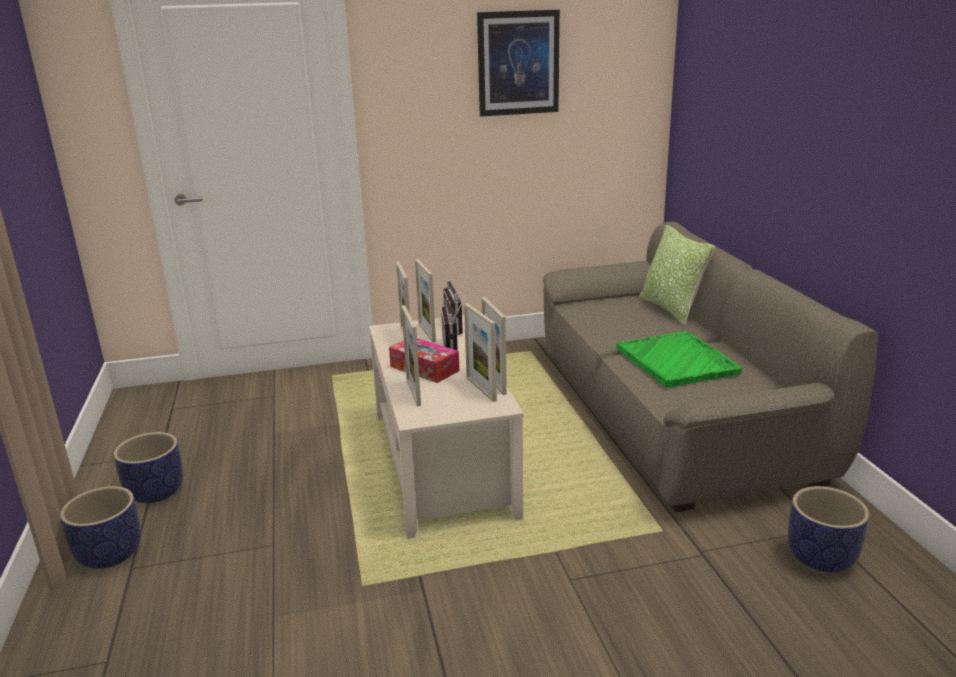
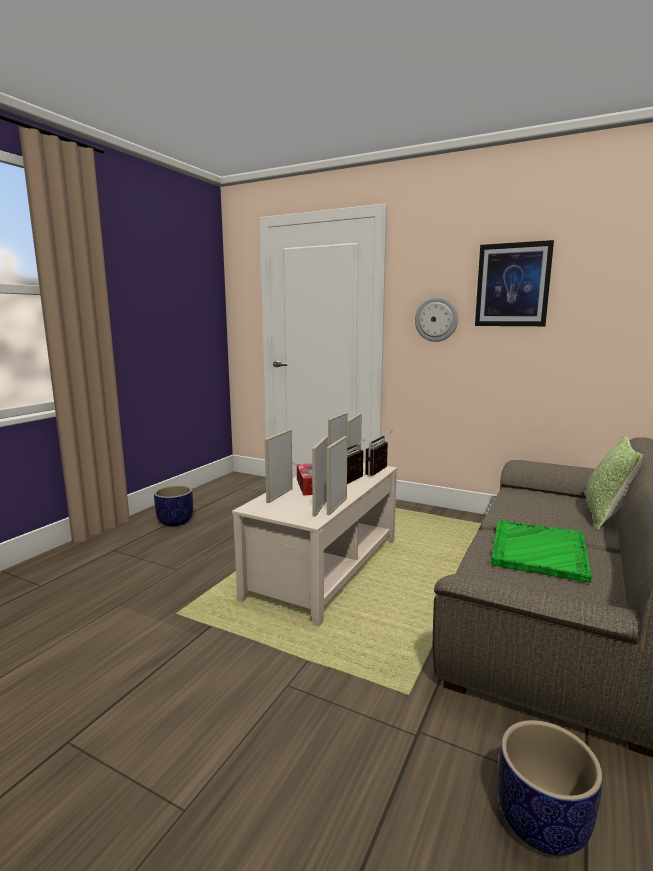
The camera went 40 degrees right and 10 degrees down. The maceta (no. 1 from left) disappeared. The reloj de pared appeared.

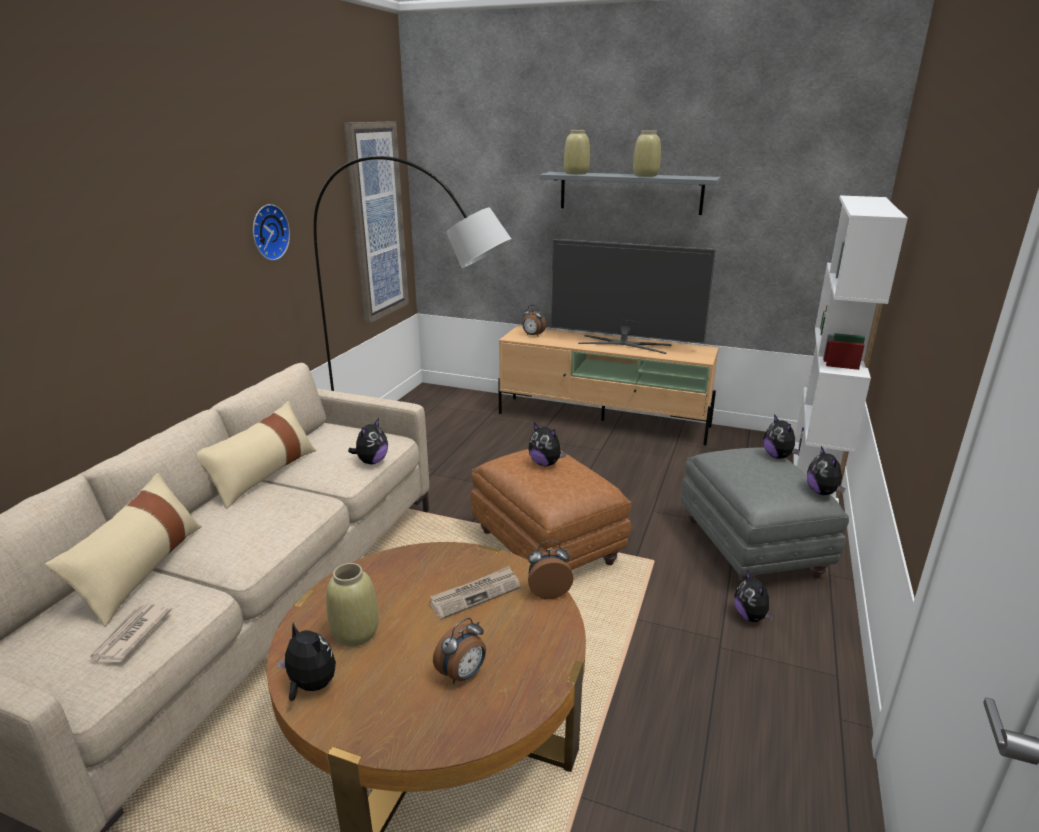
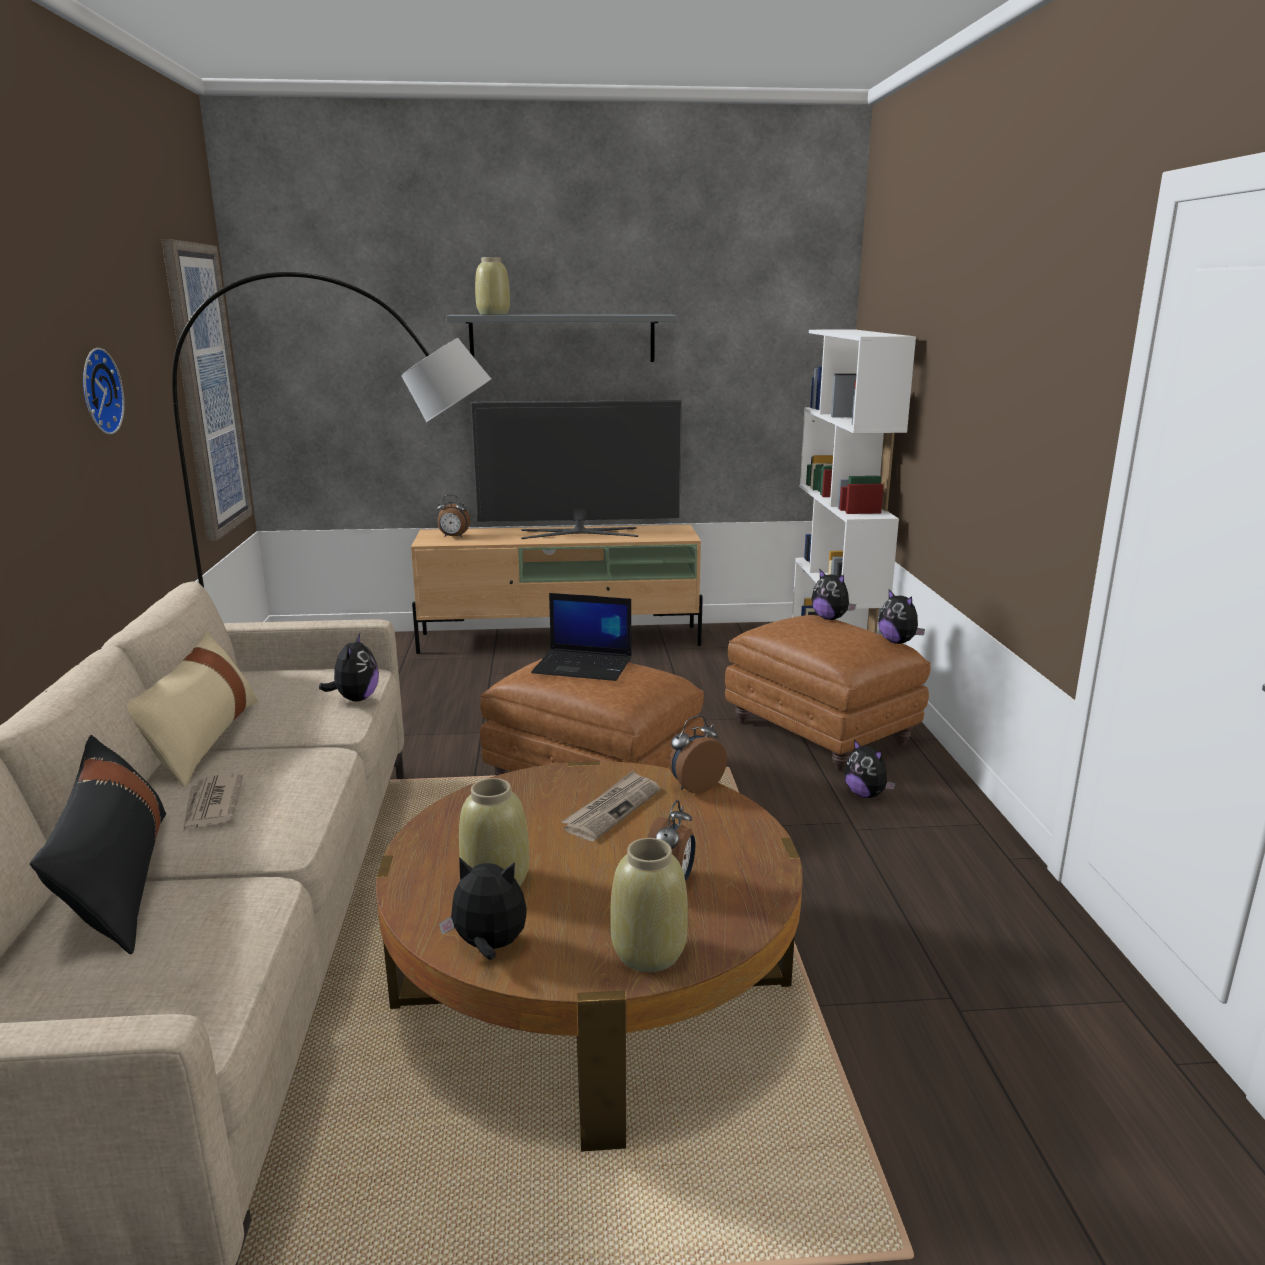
The camera went 25 degrees left and 5 degrees down. The periódico (no. 1 from left) moved. The florero [beis] (no. 3 from left) moved. The peluche (no. 3 from left) was replaced by the portátil. The cojín [beis] (no. 1 from left) became the cojín [negro]. The puf [gris] became the puf [marrón] (no. 2 from left).

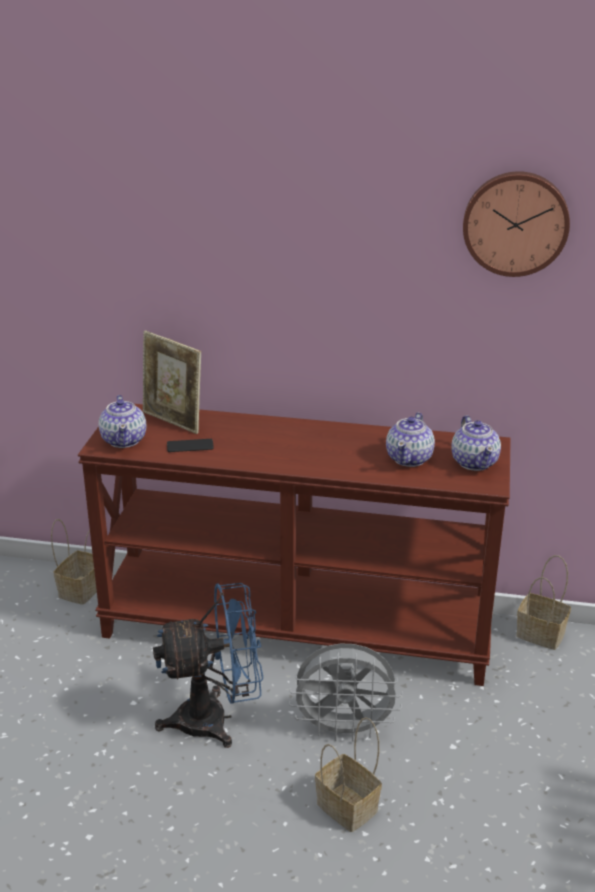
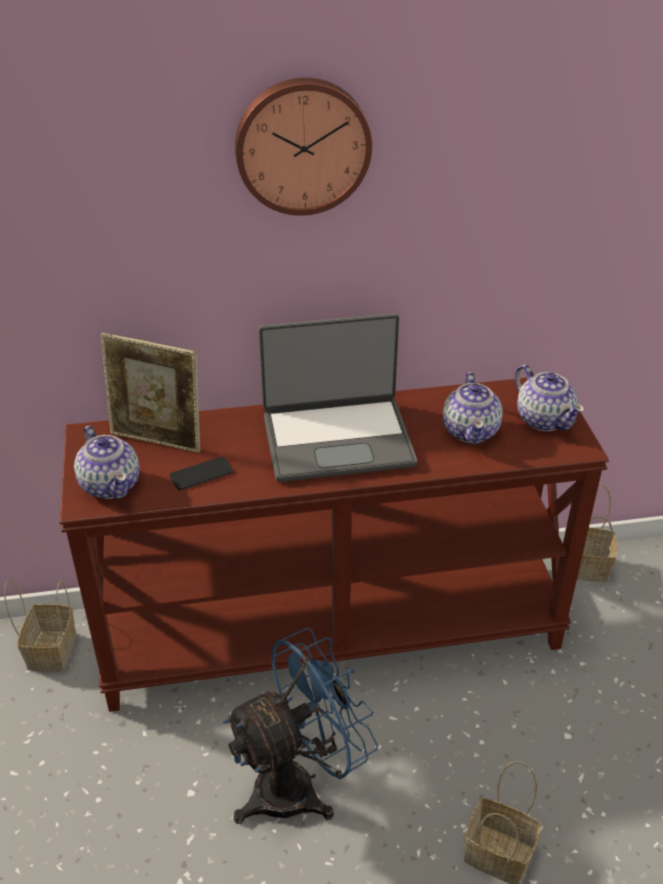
The camera went 20 degrees left and 10 degrees up. The ventilador [gris] disappeared. The portátil appeared. The reloj de pared moved.

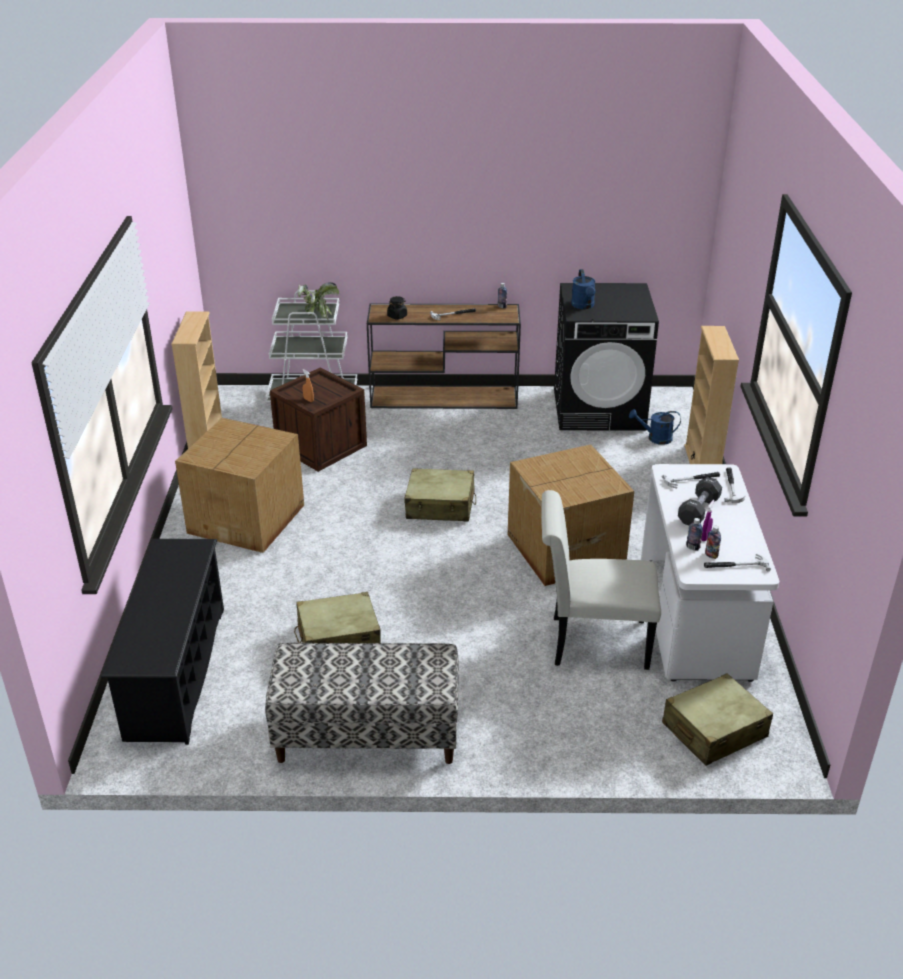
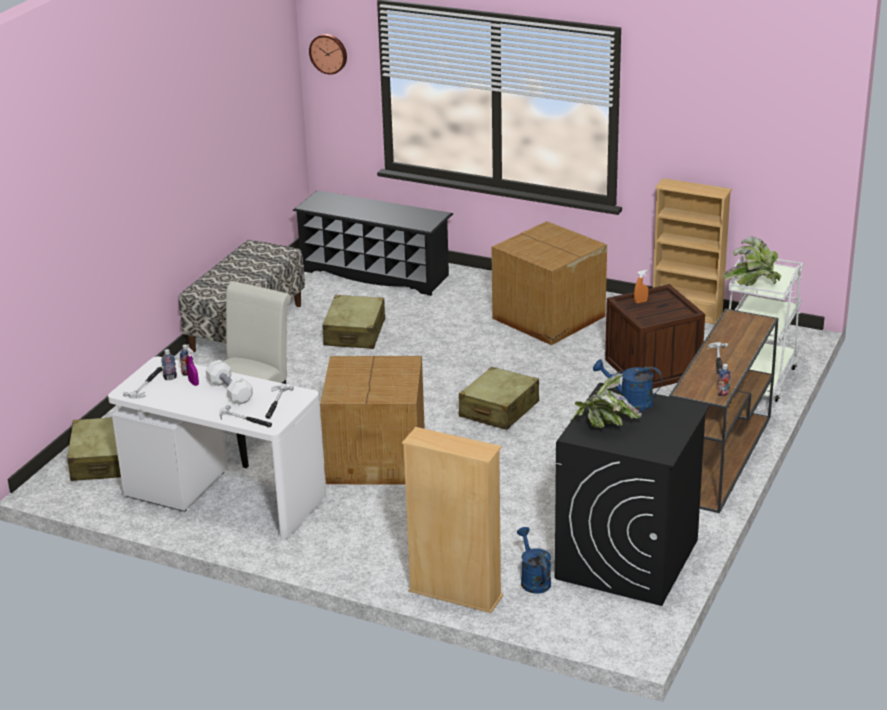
The camera went 115 degrees right and 5 degrees down. The tarro [negro] disappeared. The reloj de pared appeared. The planta en maceta (no. 1 from left) appeared. The mancuerna [negro] became the mancuerna [blanco]. The regadera [azul] (no. 2 from left in the first image) turned 45 degrees counterclockwise.

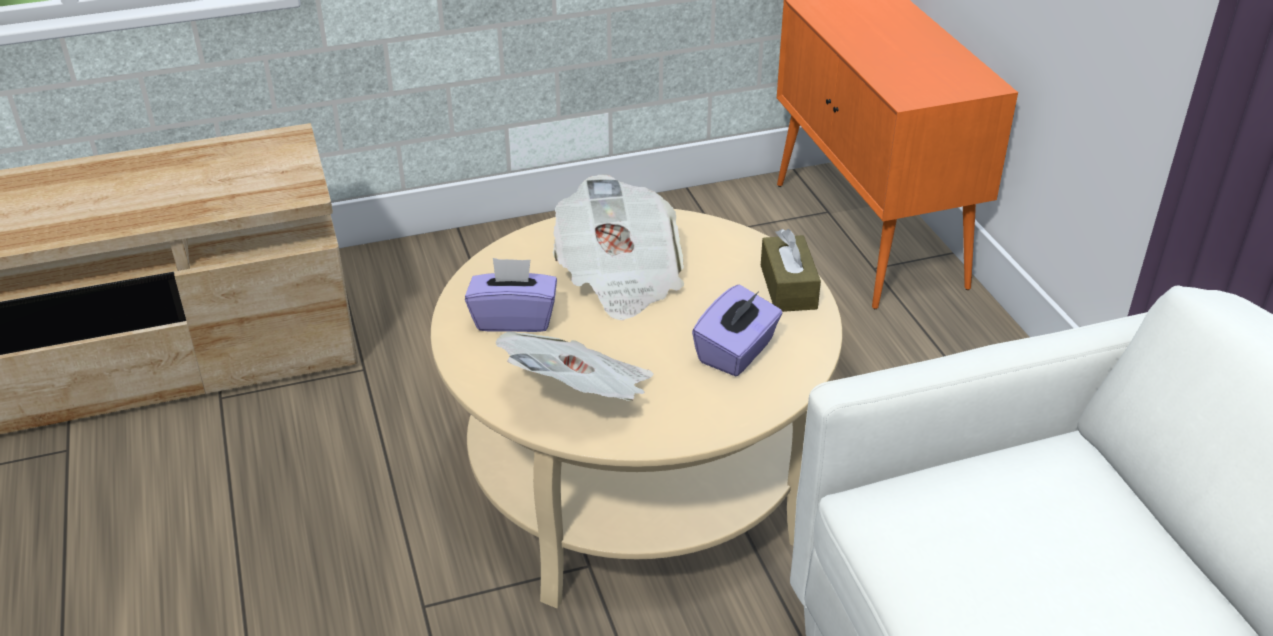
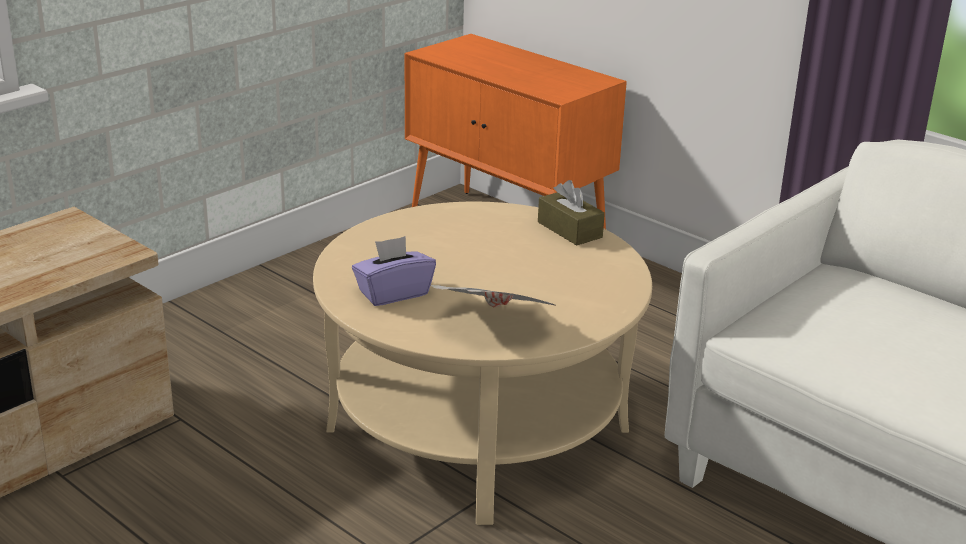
The camera went 30 degrees left and 10 degrees down. The periódico (no. 2 from left) disappeared. The caja de pañuelos [morado] (no. 2 from left) disappeared.

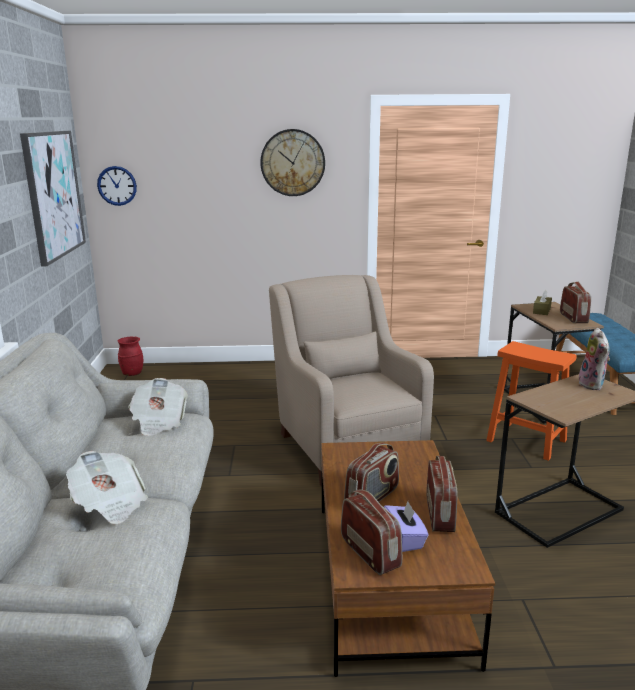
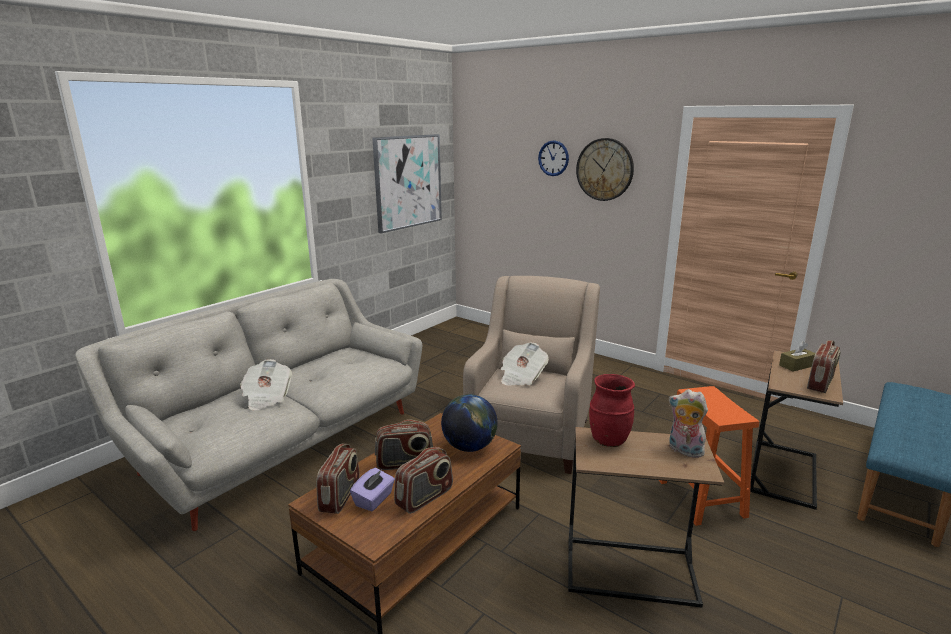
The camera went 40 degrees right and 0 degrees up. The globo terráqueo appeared. The reloj de pared (no. 1 from left) moved. The florero [rojo] moved. The periódico (no. 2 from left) moved. The peluche turned 90 degrees clockwise.

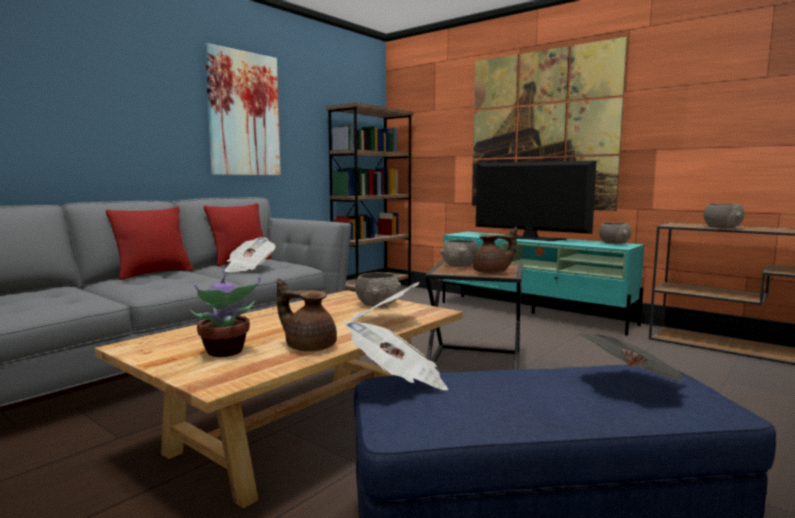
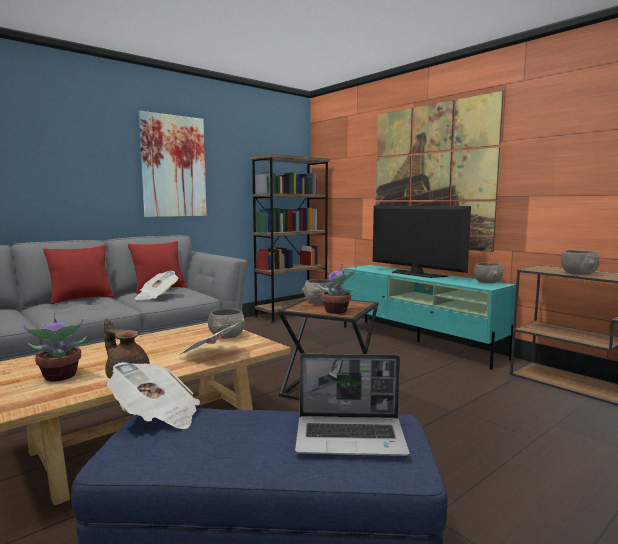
The camera went 10 degrees right and 0 degrees up. The tetera [marrón] (no. 2 from left) was replaced by the planta en maceta (no. 2 from left). The periódico (no. 4 from left) was replaced by the portátil.

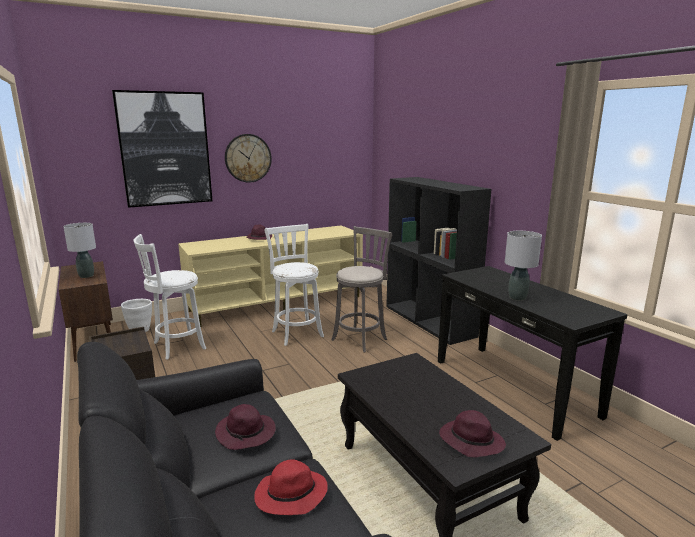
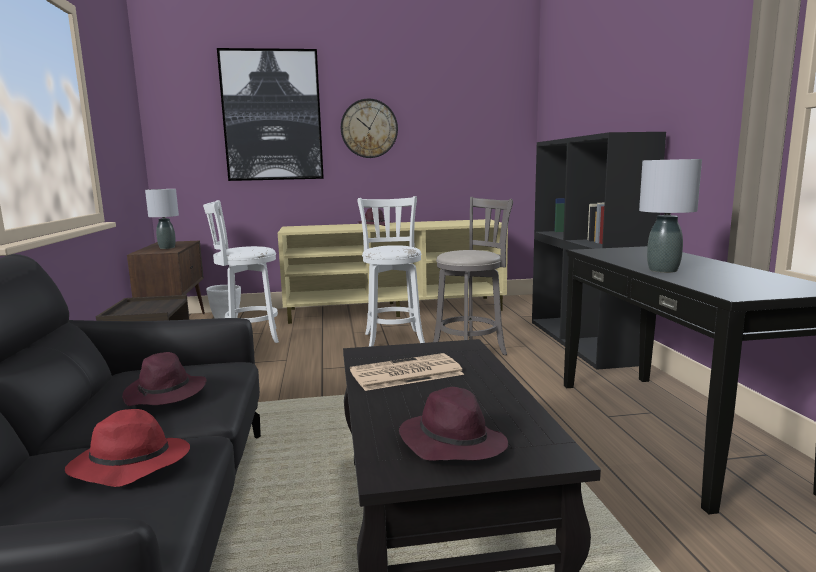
The camera went 20 degrees right and 5 degrees down. The periódico appeared.

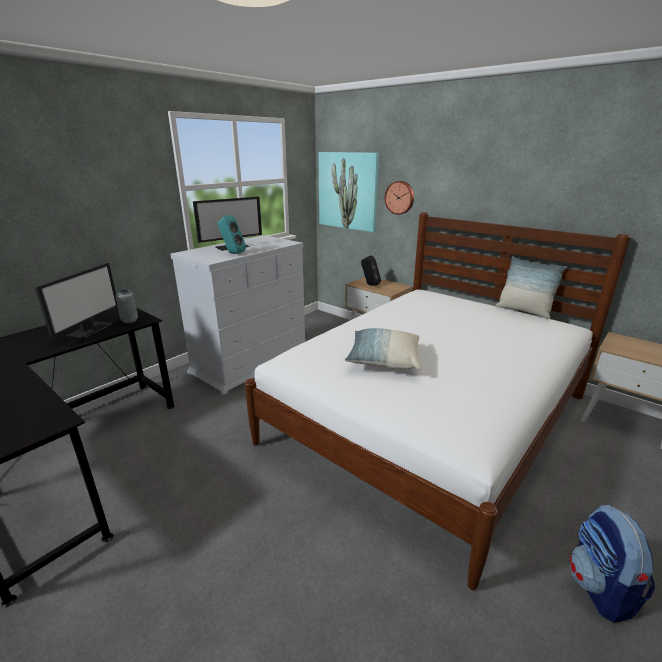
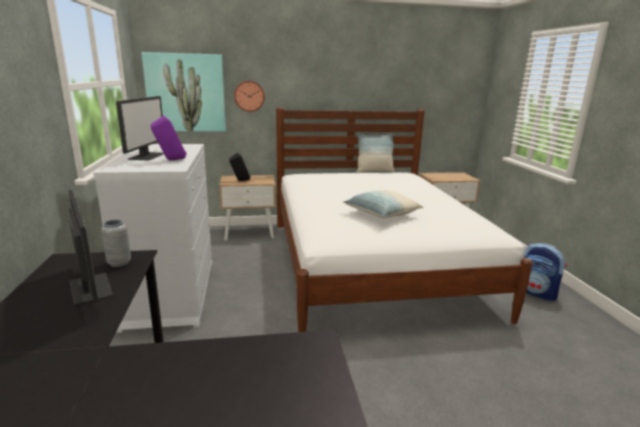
The camera went 50 degrees left and 5 degrees down. The altavoz [turquesa] became the altavoz [morado].

